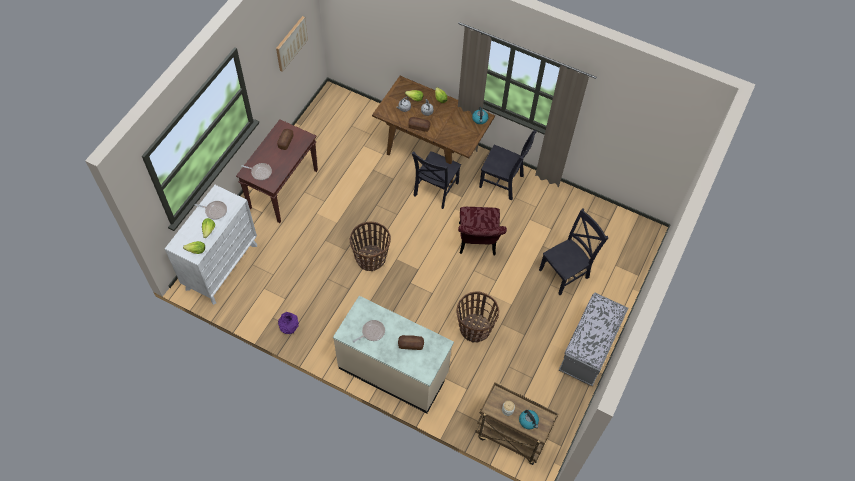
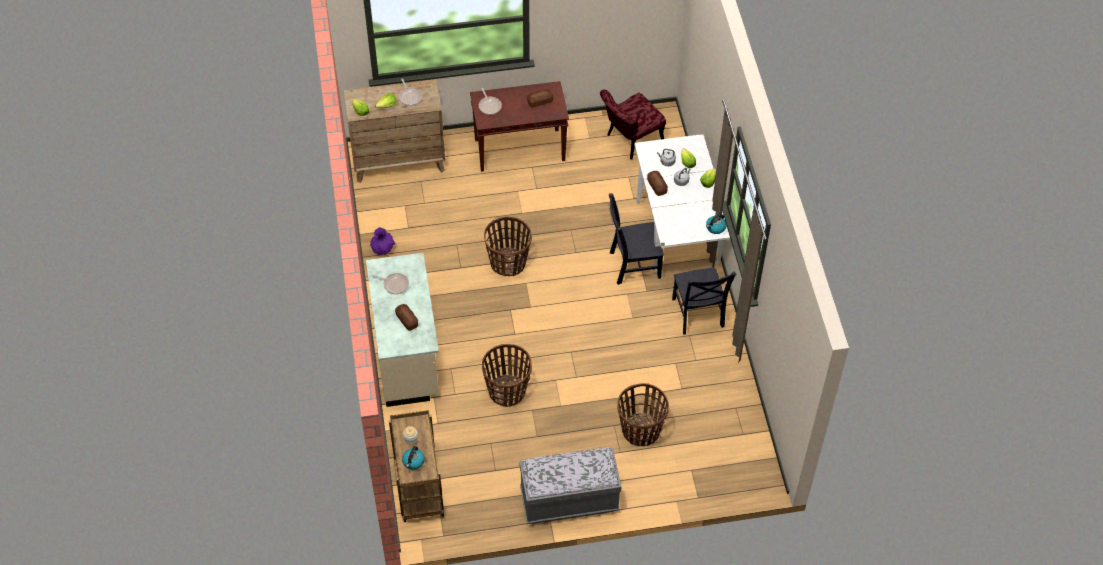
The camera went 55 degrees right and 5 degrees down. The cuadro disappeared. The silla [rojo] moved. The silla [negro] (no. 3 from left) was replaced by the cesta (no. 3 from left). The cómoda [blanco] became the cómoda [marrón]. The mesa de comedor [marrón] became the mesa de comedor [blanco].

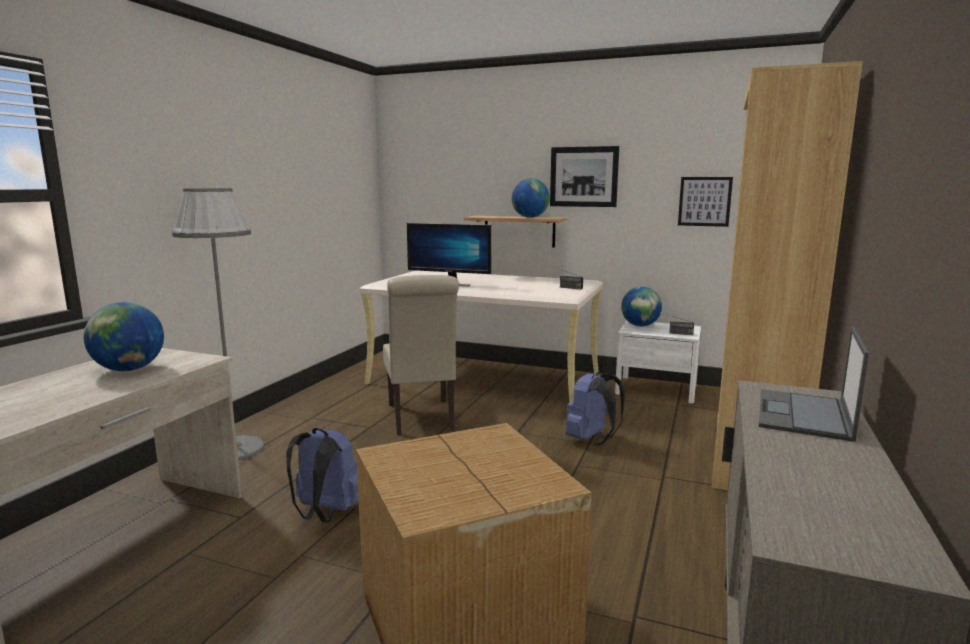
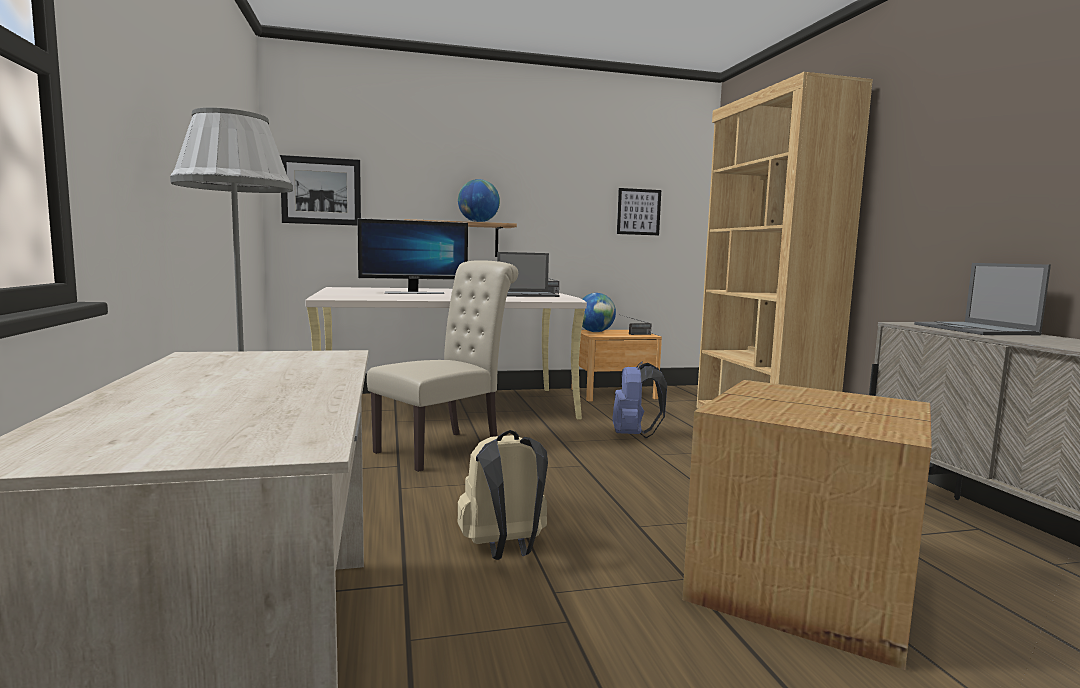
The camera went 35 degrees left and 5 degrees down. The globo terráqueo (no. 1 from left) disappeared. The portátil (no. 1 from left) appeared. The cuadro (no. 1 from left) moved. The mochila [azul] (no. 1 from left) became the mochila [beis]. The mesita de noche [blanco] became the mesita de noche [marrón]. The silla [beis] turned 90 degrees counterclockwise.

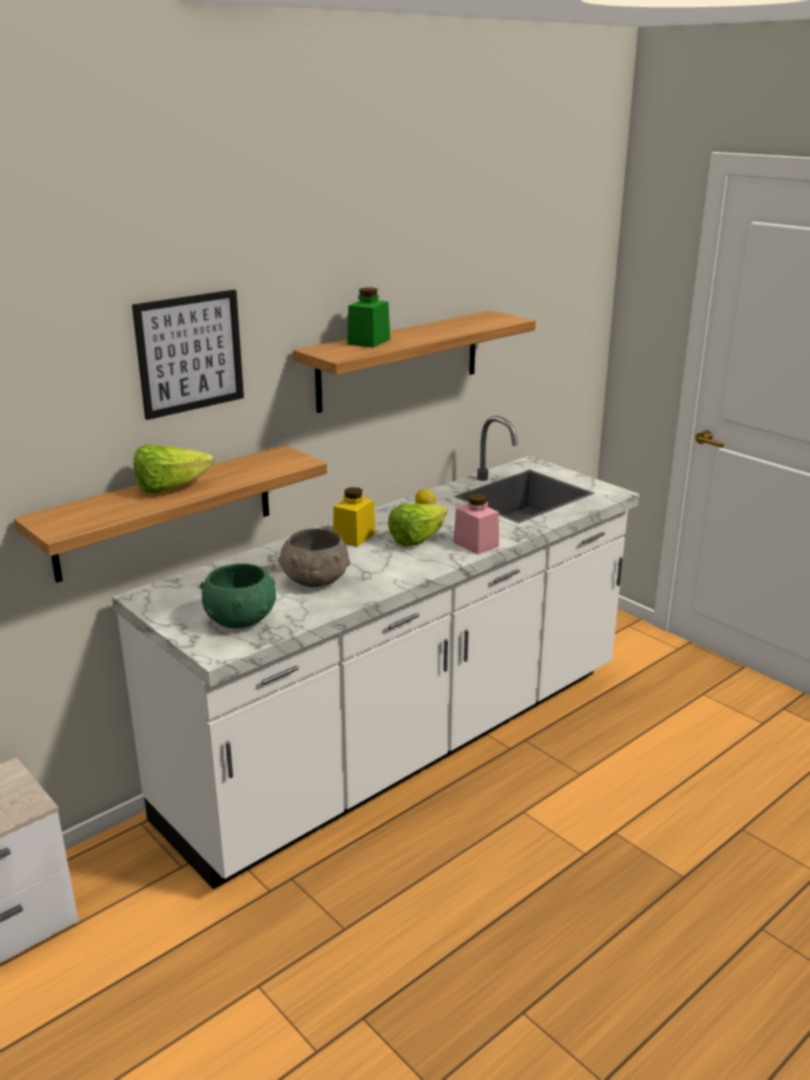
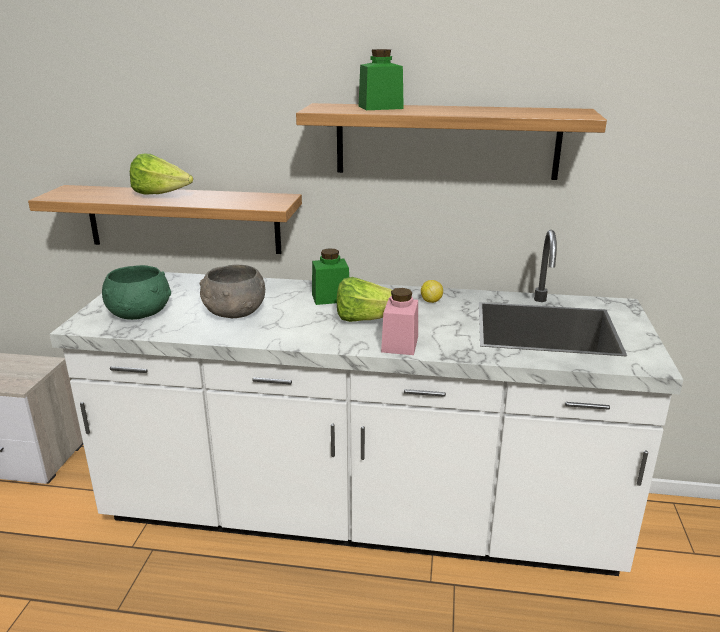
The camera went 50 degrees right and 0 degrees up. The cuadro disappeared. The tarro [amarillo] became the tarro [verde] (no. 1 from left).

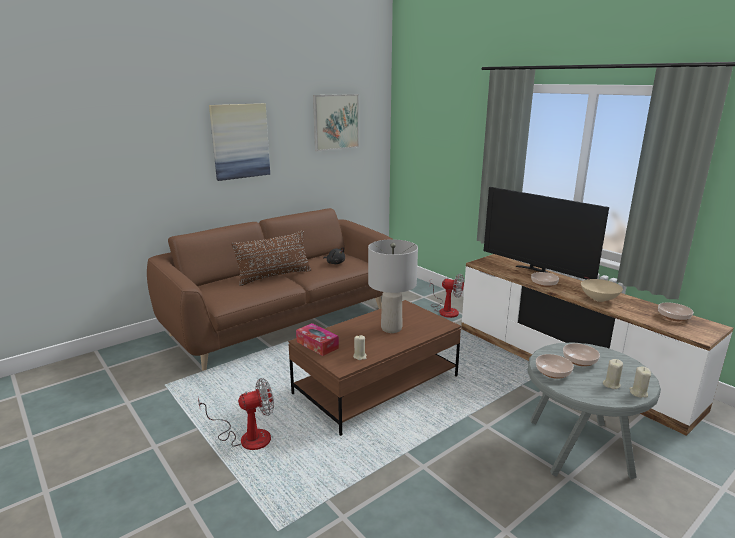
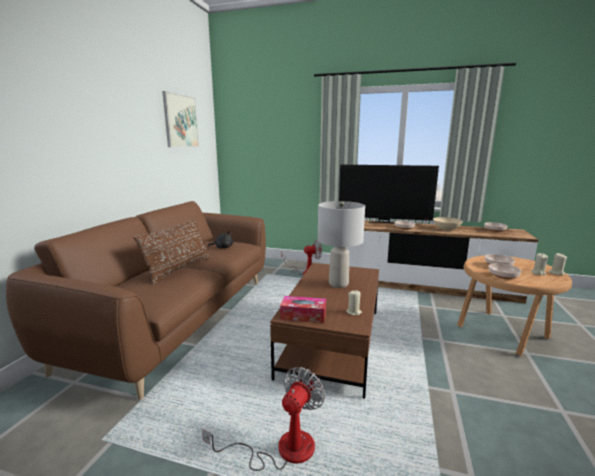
The camera went 35 degrees left and 5 degrees down. The cuadro (no. 1 from left) disappeared. The mesa auxiliar [gris] became the mesa auxiliar [marrón].

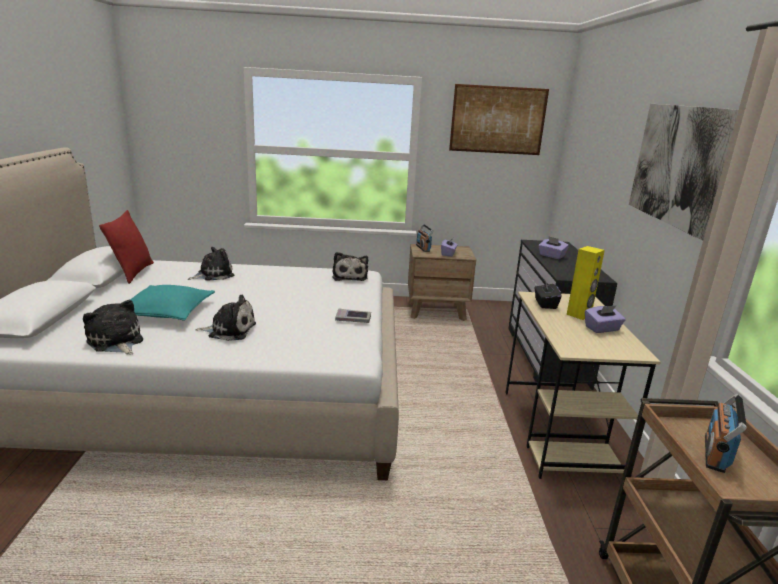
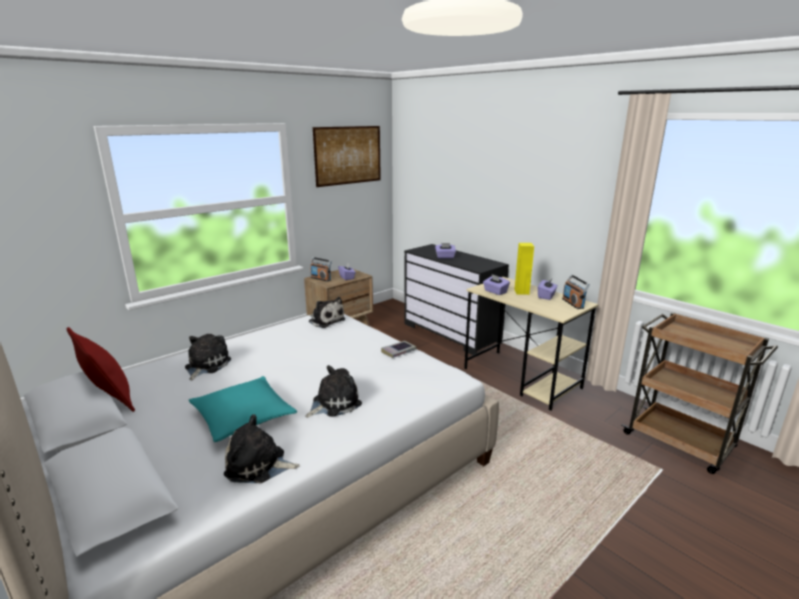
The camera went 40 degrees left and 0 degrees up. The cuadro (no. 2 from left) disappeared. The radio (no. 2 from left) moved. The caja de pañuelos [negro] became the caja de pañuelos [morado] (no. 3 from left).

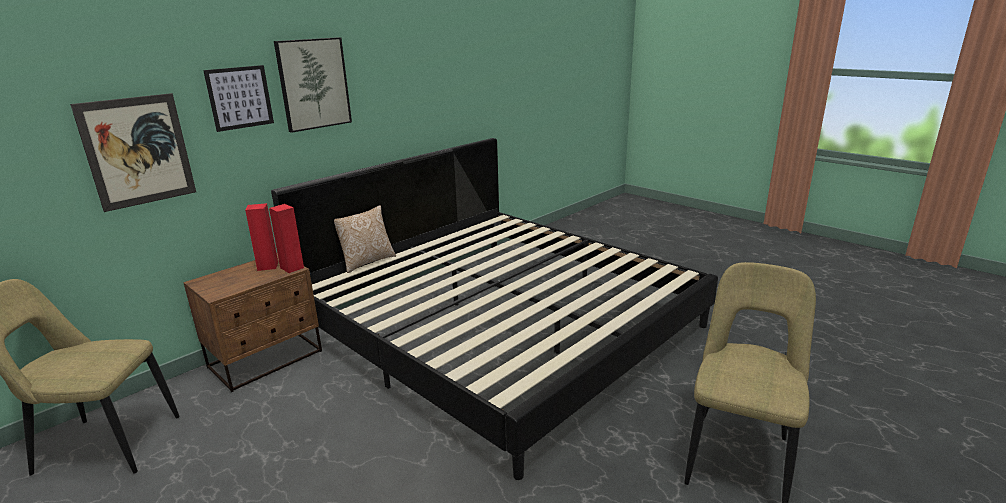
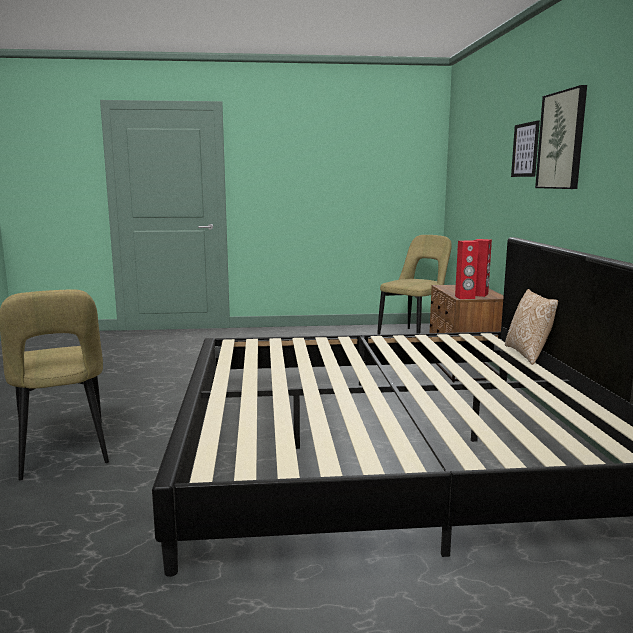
The camera went 130 degrees right and 10 degrees down. The cuadro (no. 1 from left) disappeared.

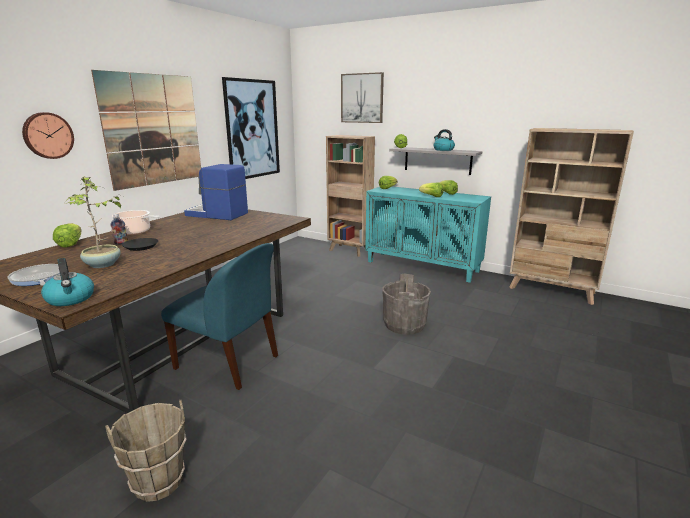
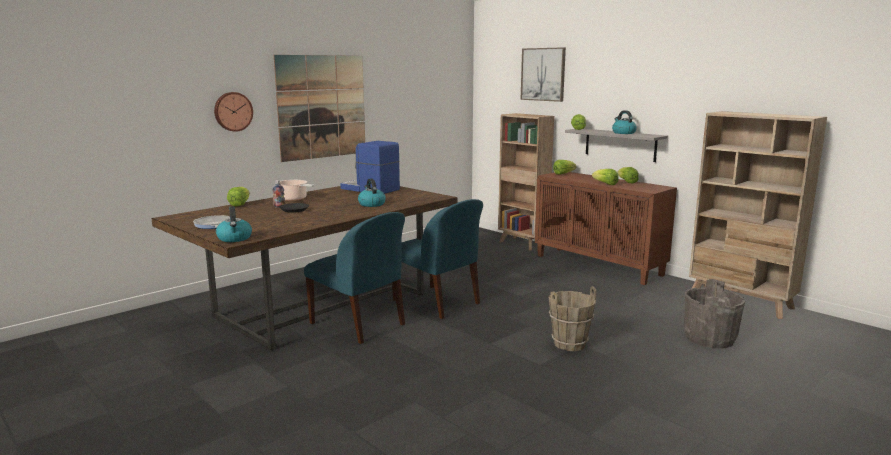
The camera went 15 degrees right and 5 degrees down. The planta en maceta disappeared. The cuadro (no. 2 from left) disappeared. The hervidor (no. 2 from left) appeared. The silla [azul] (no. 2 from left) appeared. The cubo [marrón] moved. The cubo [gris] moved. The armario [turquesa] became the armario [marrón].

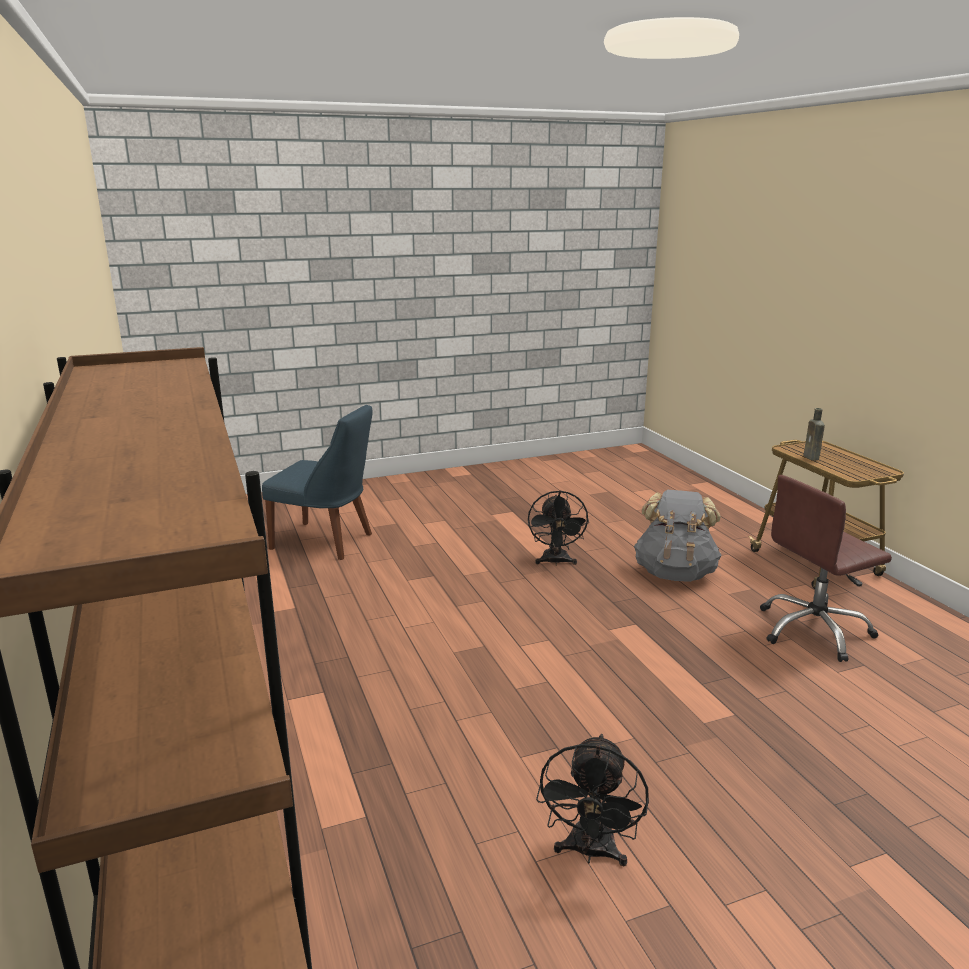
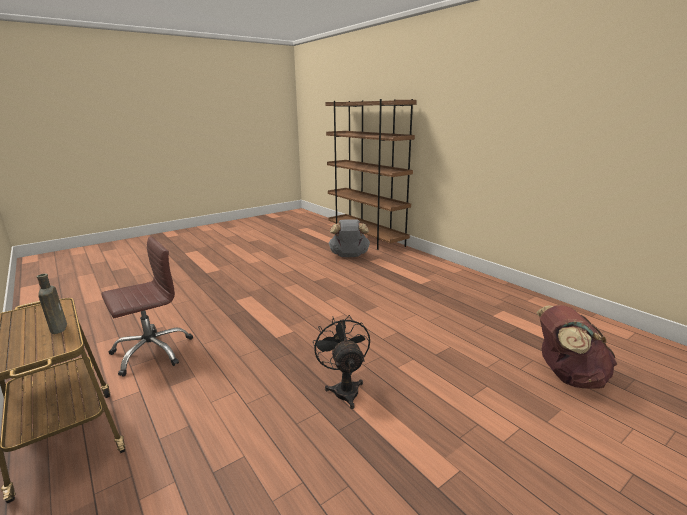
The camera went 165 degrees right and 0 degrees up. The ventilador [negro] (no. 2 from left) disappeared. The mochila [gris] moved. The silla [azul] was replaced by the mochila [marrón].

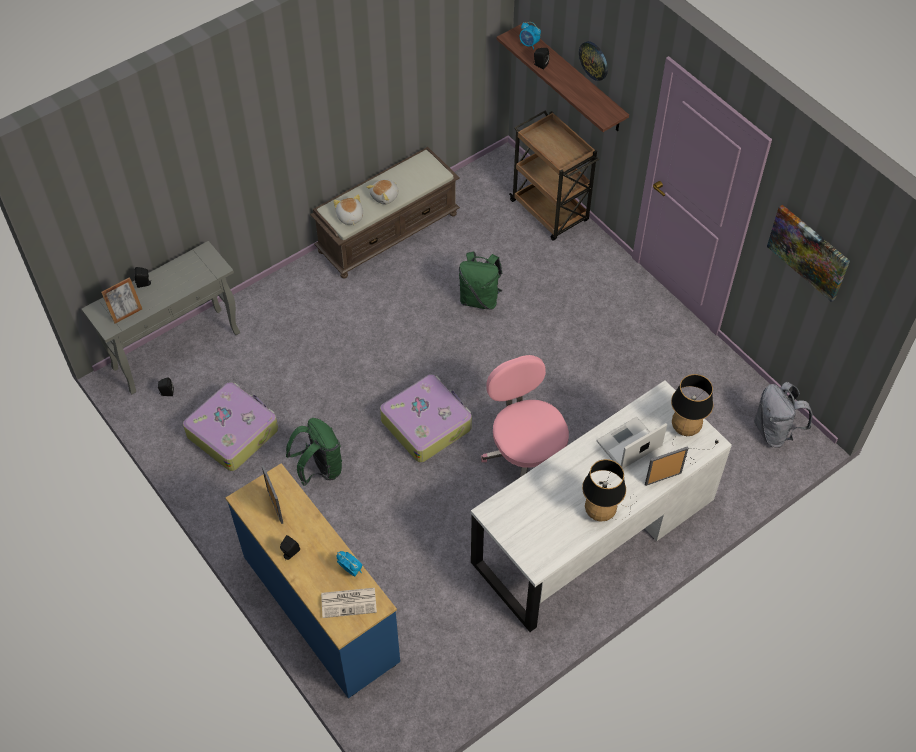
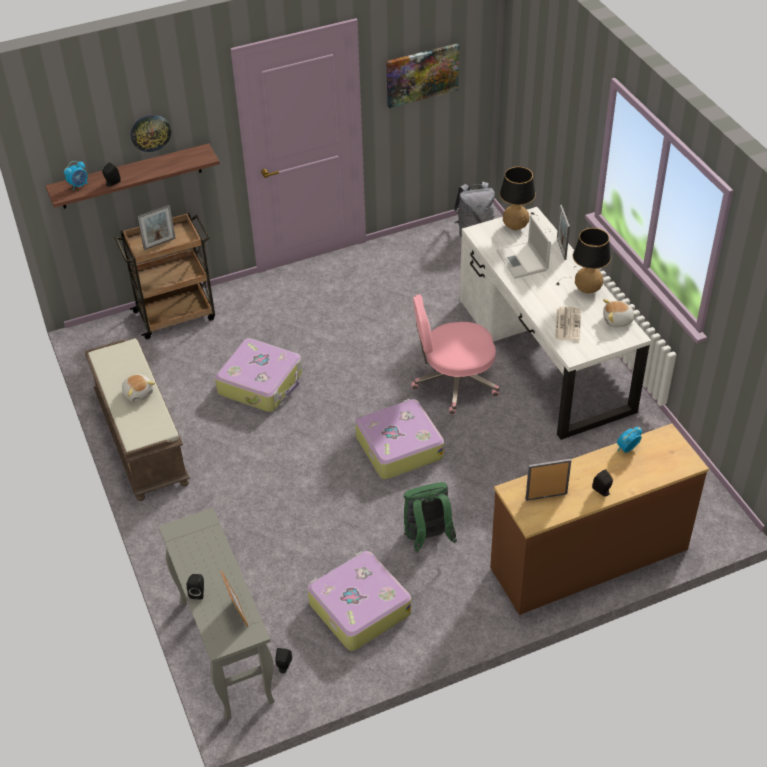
The camera went 75 degrees left and 10 degrees down. The portarretratos (no. 1 from left) appeared. The periódico moved. The peluche (no. 1 from left in the first image) moved. The mochila [verde] (no. 2 from left) was replaced by the maleta (no. 1 from left). The cómoda [azul] became the cómoda [marrón].

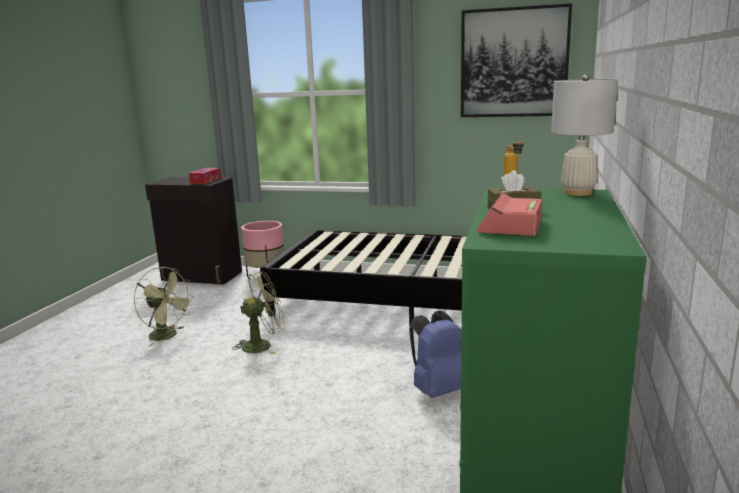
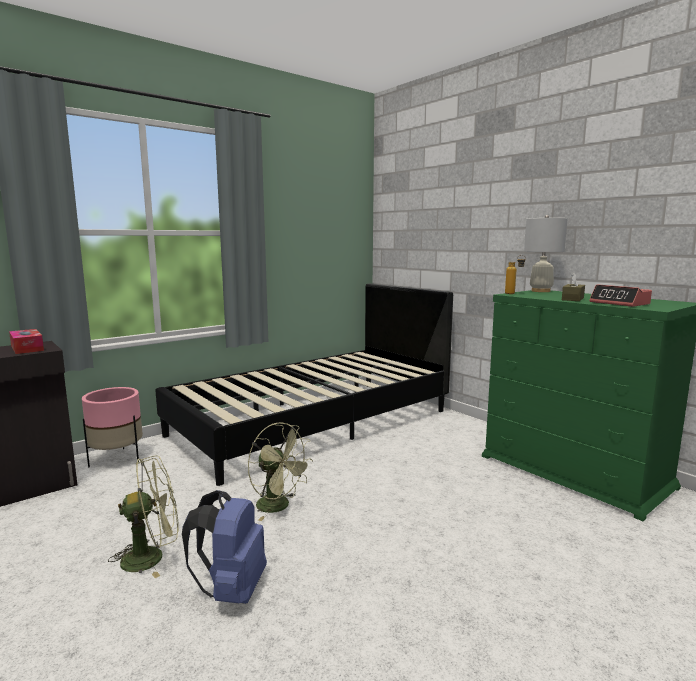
The camera went 55 degrees left and 5 degrees down. The cuadro disappeared. The mochila [azul] moved. The ventilador [verde] (no. 2 from left) turned 120 degrees clockwise.

